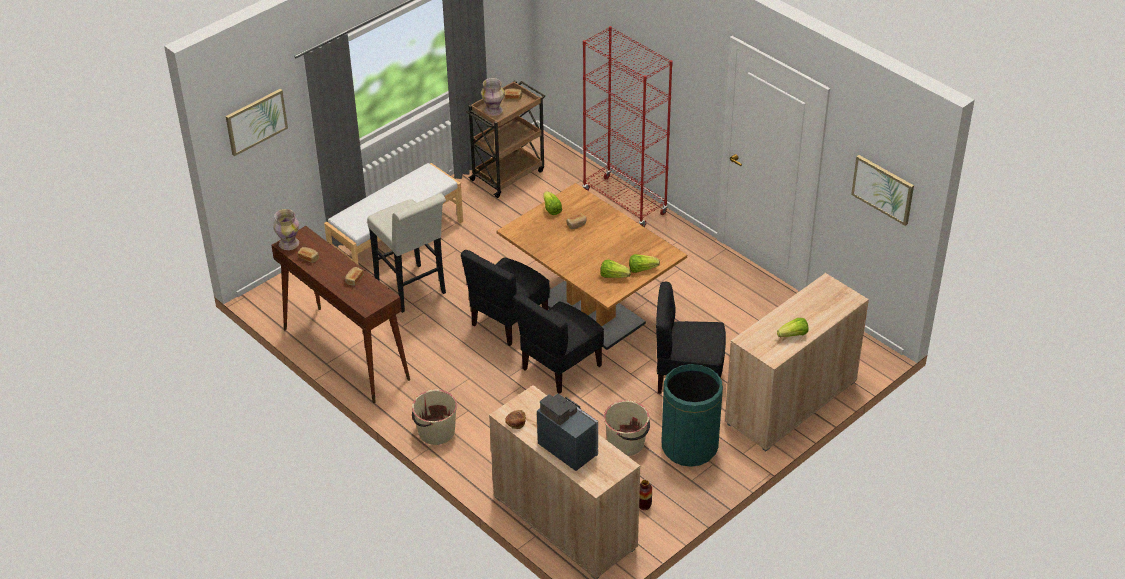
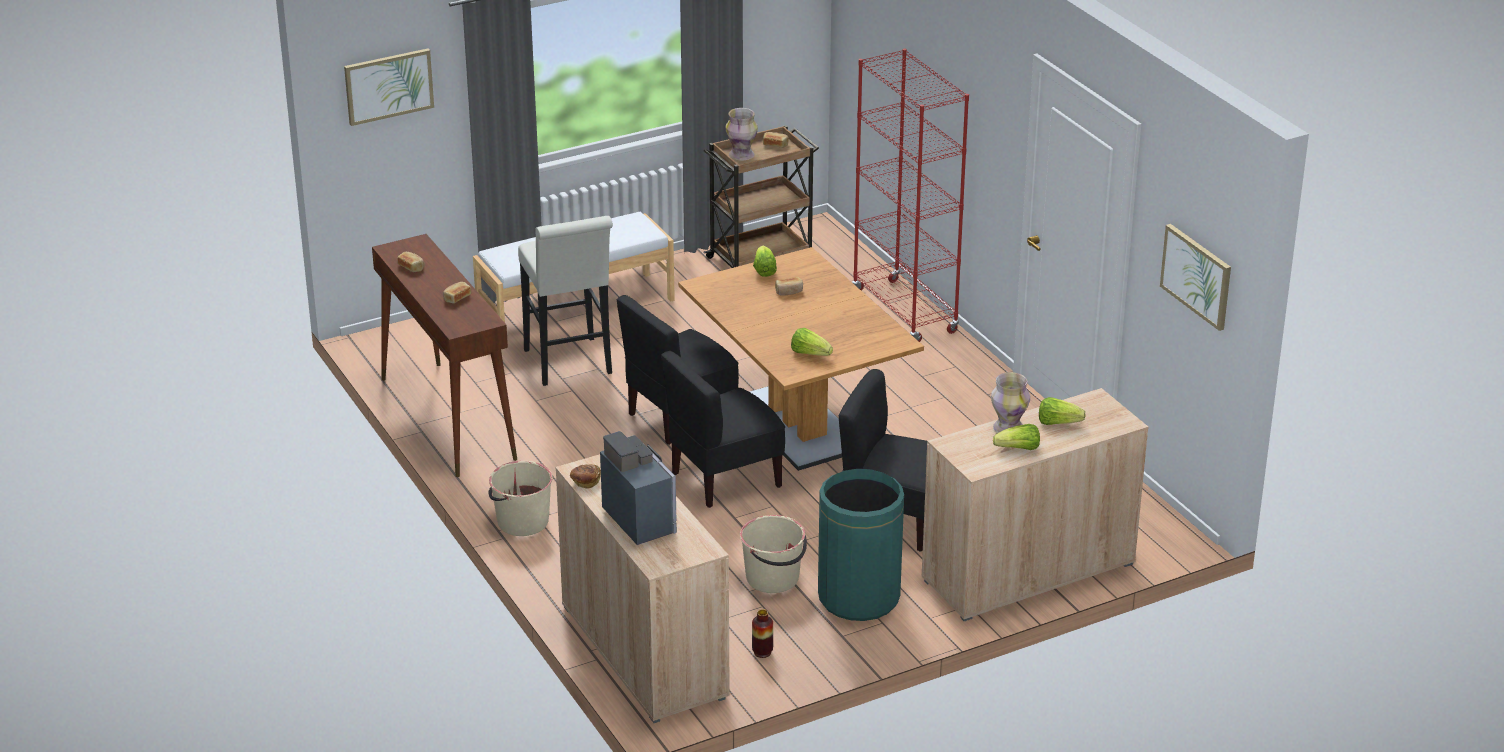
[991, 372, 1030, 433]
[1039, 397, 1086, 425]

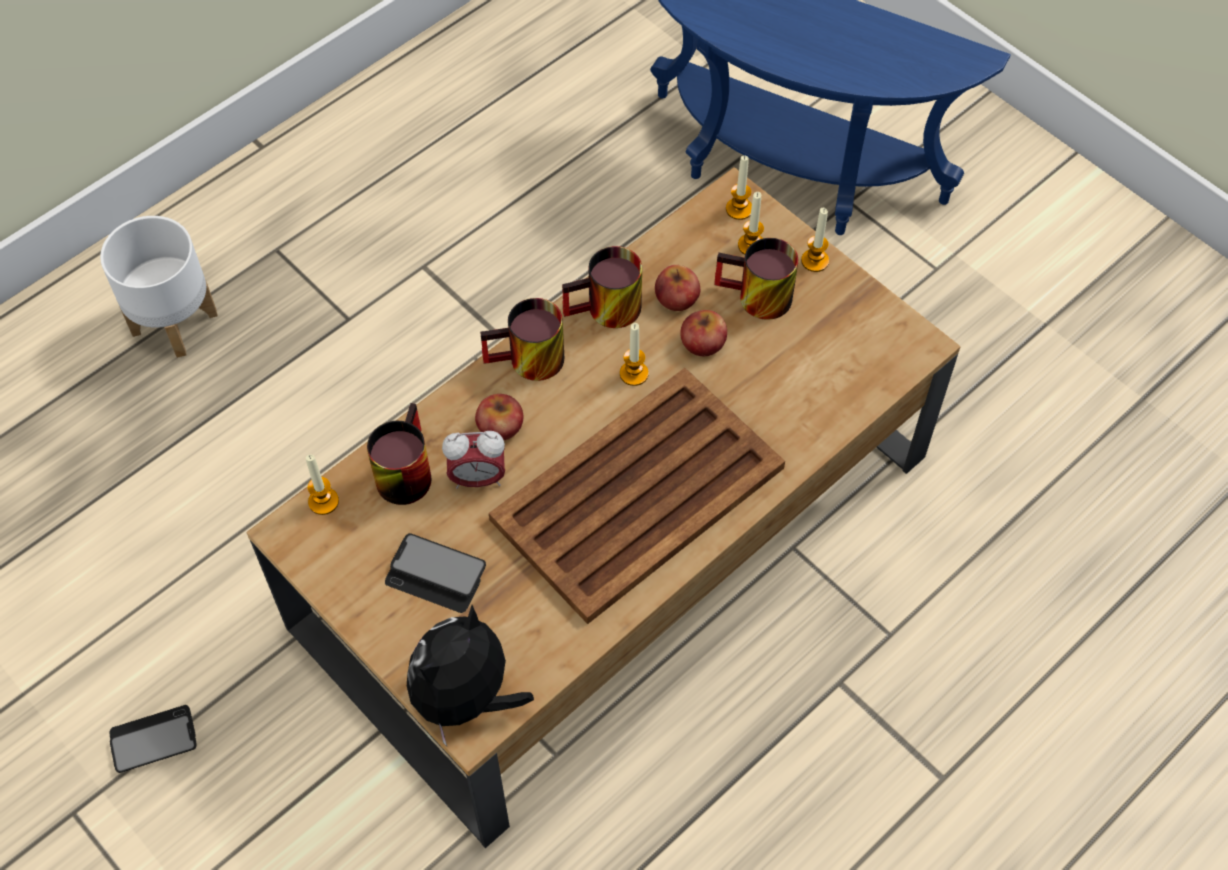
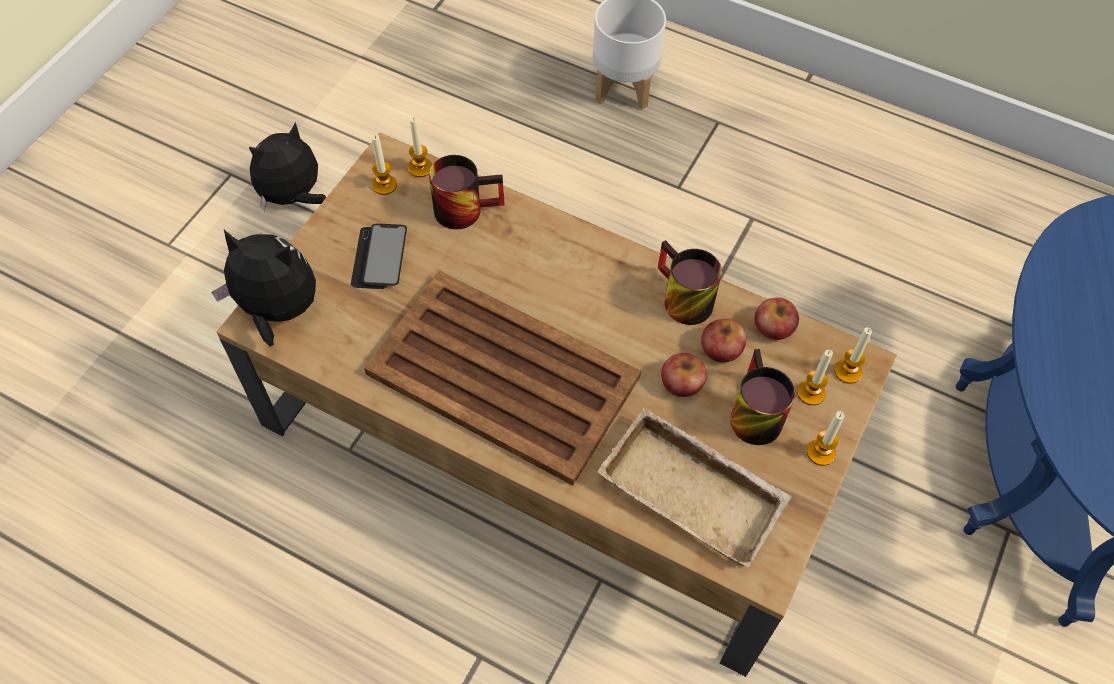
[480, 298, 564, 381] (first image)
[372, 135, 397, 195]
[755, 298, 799, 340]
[442, 431, 505, 489] (first image)
[249, 122, 326, 212]
[597, 407, 792, 568]

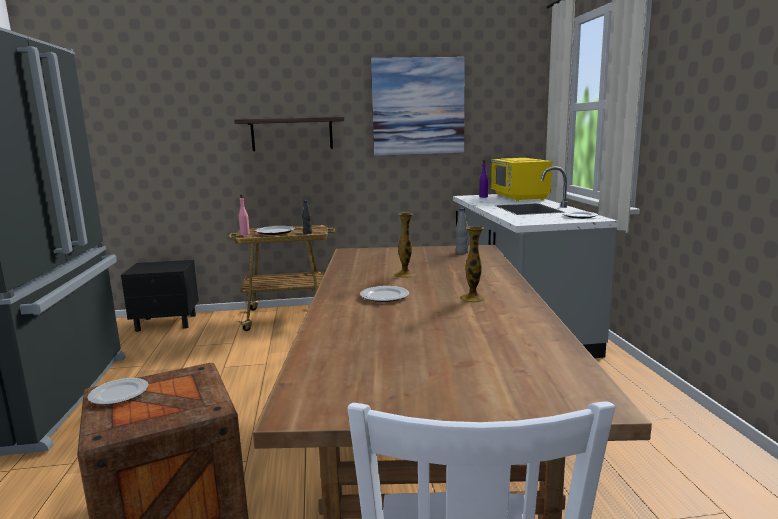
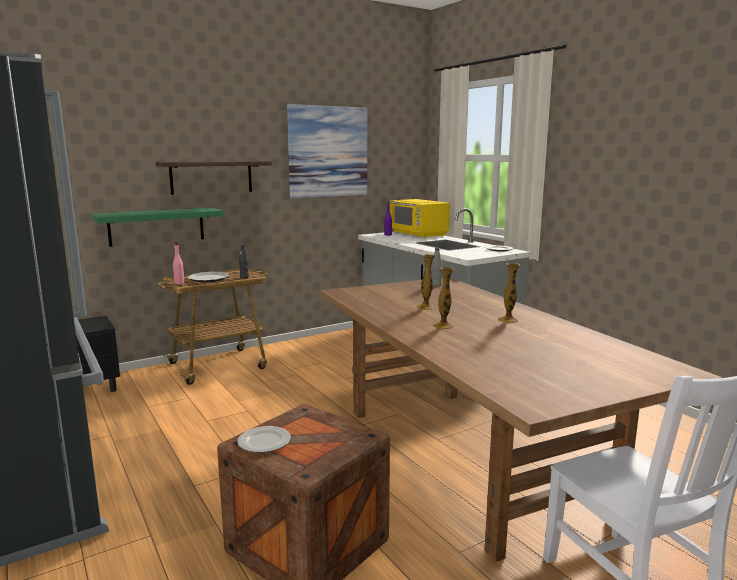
[433, 267, 454, 329]
[92, 208, 224, 247]

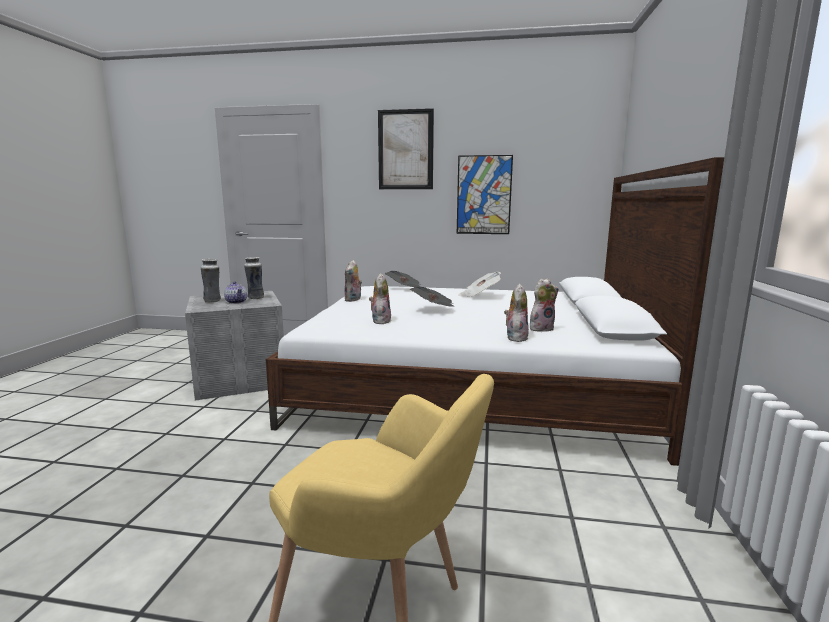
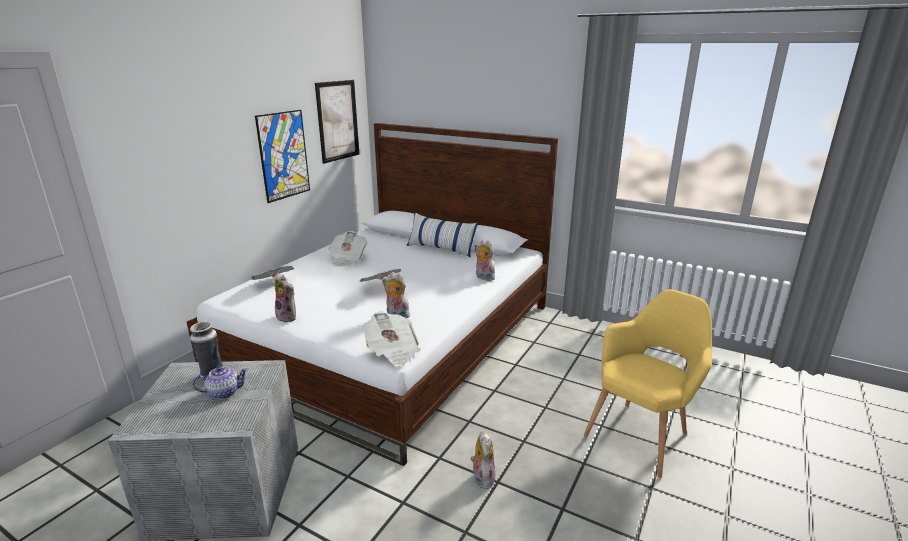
[315, 80, 359, 164]
[201, 259, 221, 303] (first image)
[471, 431, 495, 489]
[407, 213, 478, 257]
[364, 311, 421, 367]

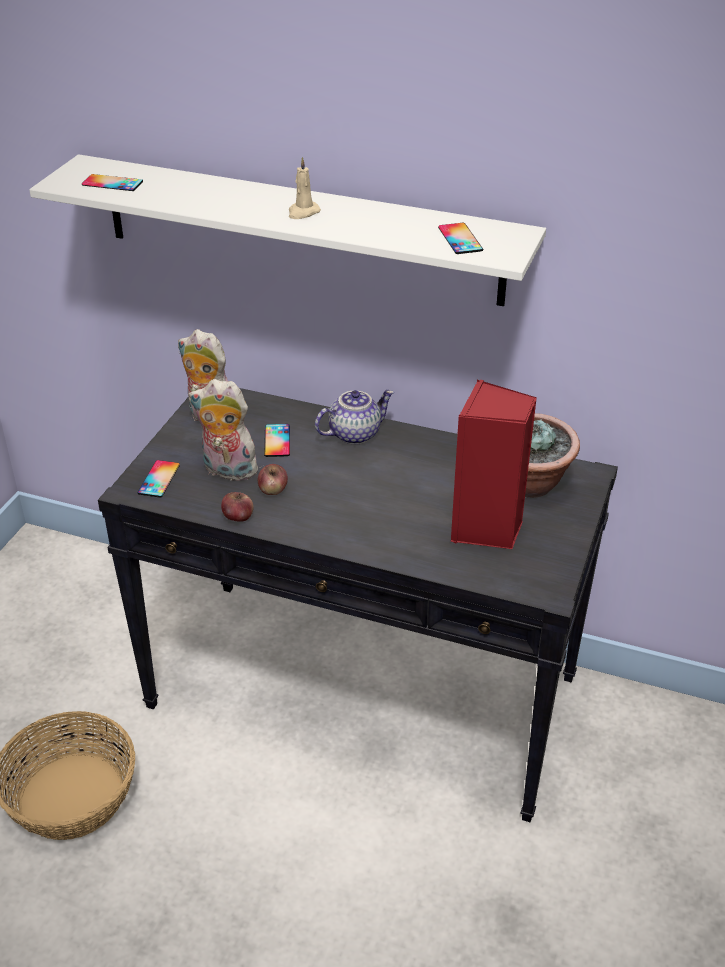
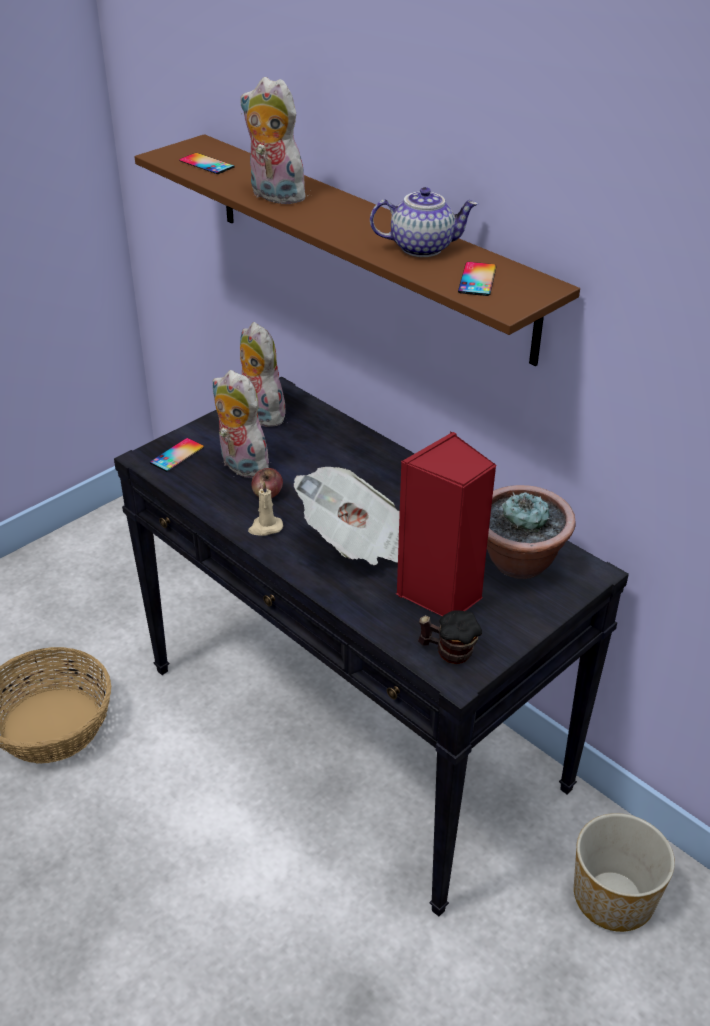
[135, 134, 580, 366]
[248, 482, 283, 536]
[370, 187, 478, 257]
[264, 424, 290, 457] (first image)
[221, 492, 253, 522] (first image)
[240, 77, 308, 204]
[294, 467, 400, 565]
[418, 610, 482, 664]
[574, 813, 675, 932]

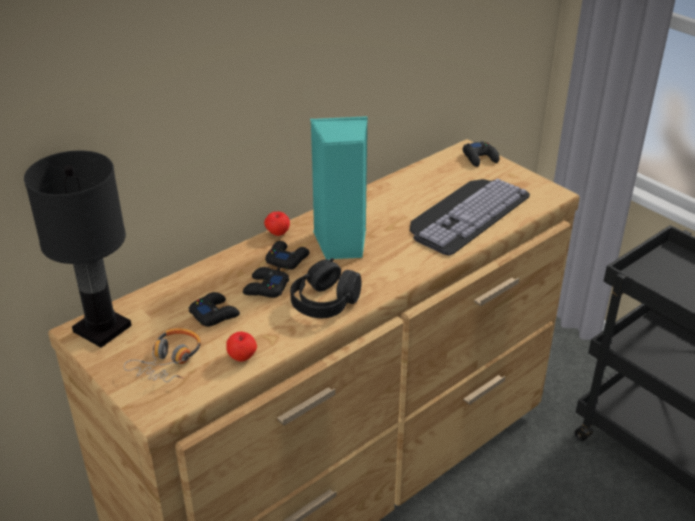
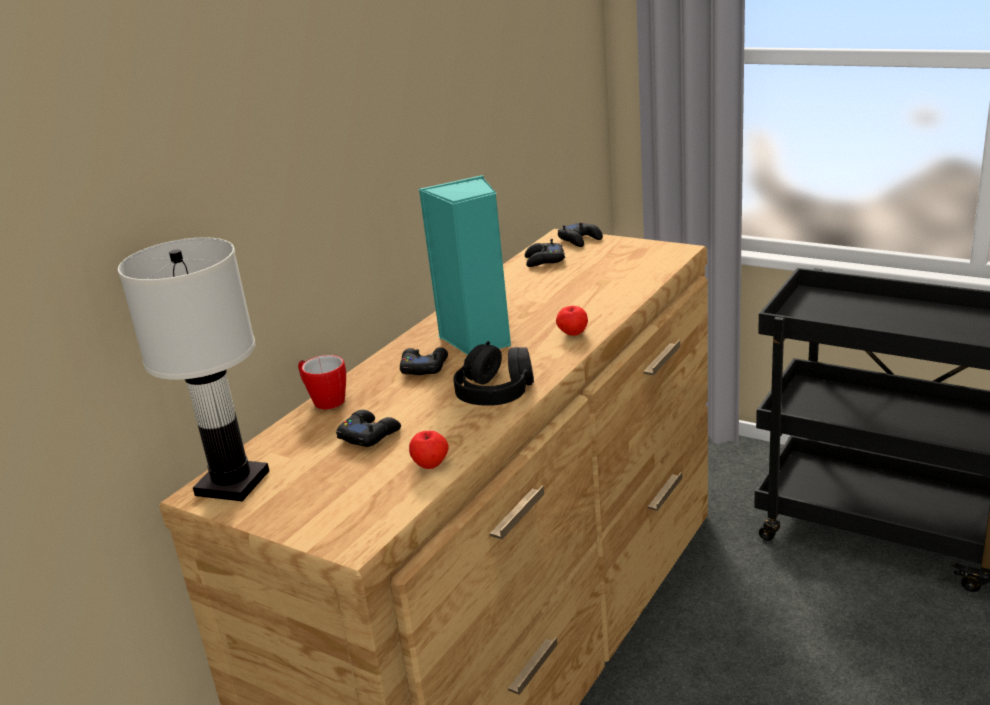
[118, 237, 269, 501]
[410, 178, 530, 255] (first image)
[556, 306, 588, 336]
[525, 239, 565, 267]
[124, 328, 201, 382] (first image)
[298, 355, 346, 410]

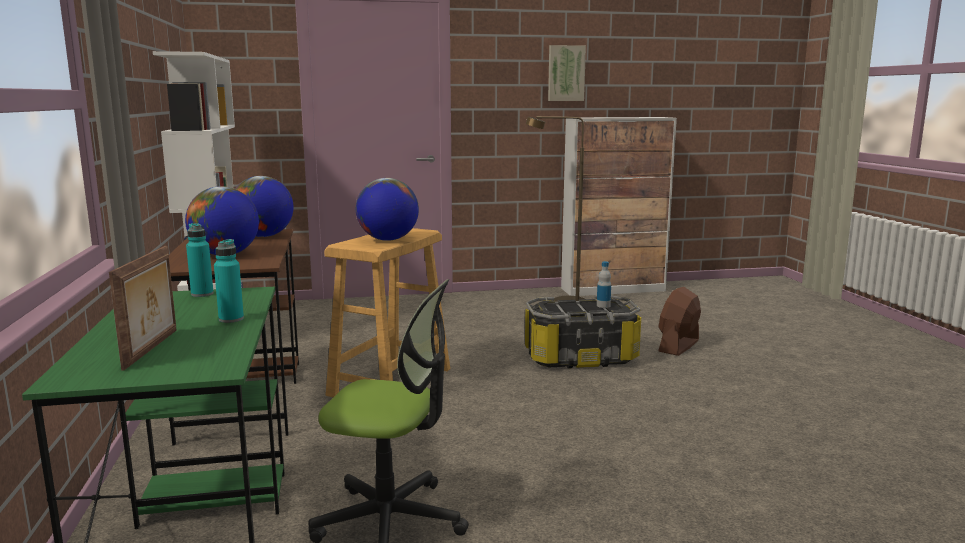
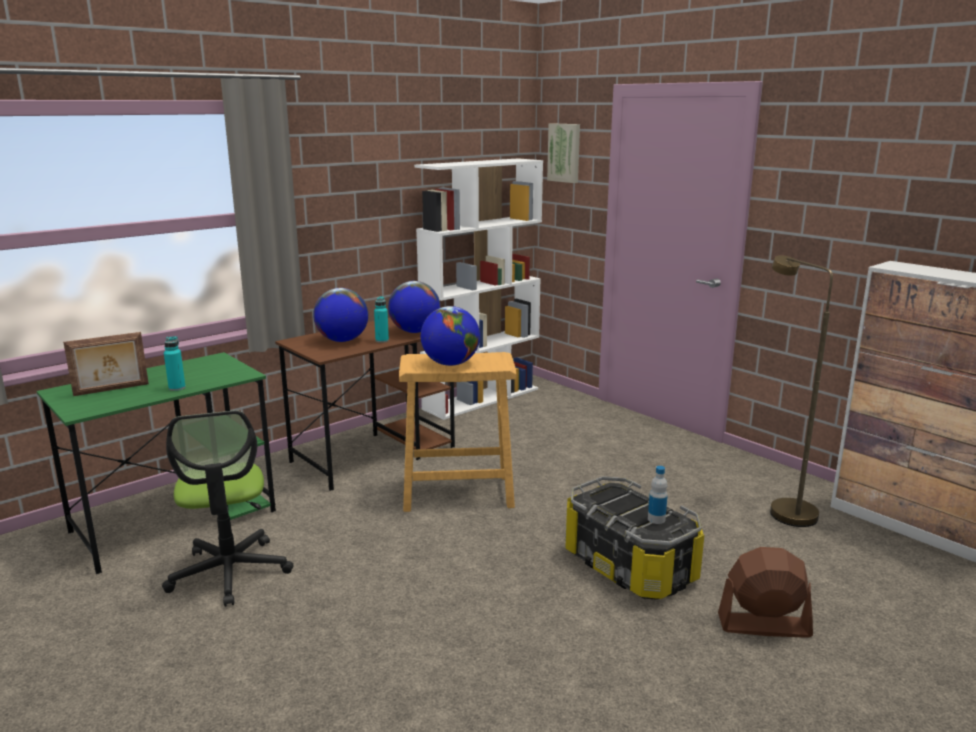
[547, 123, 580, 183]
[374, 296, 389, 343]

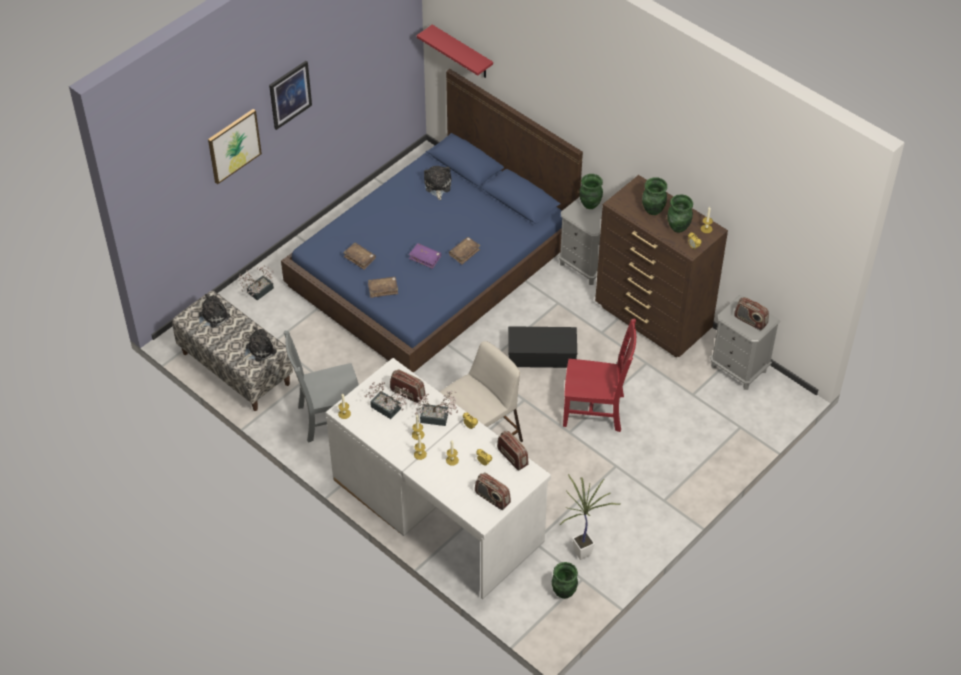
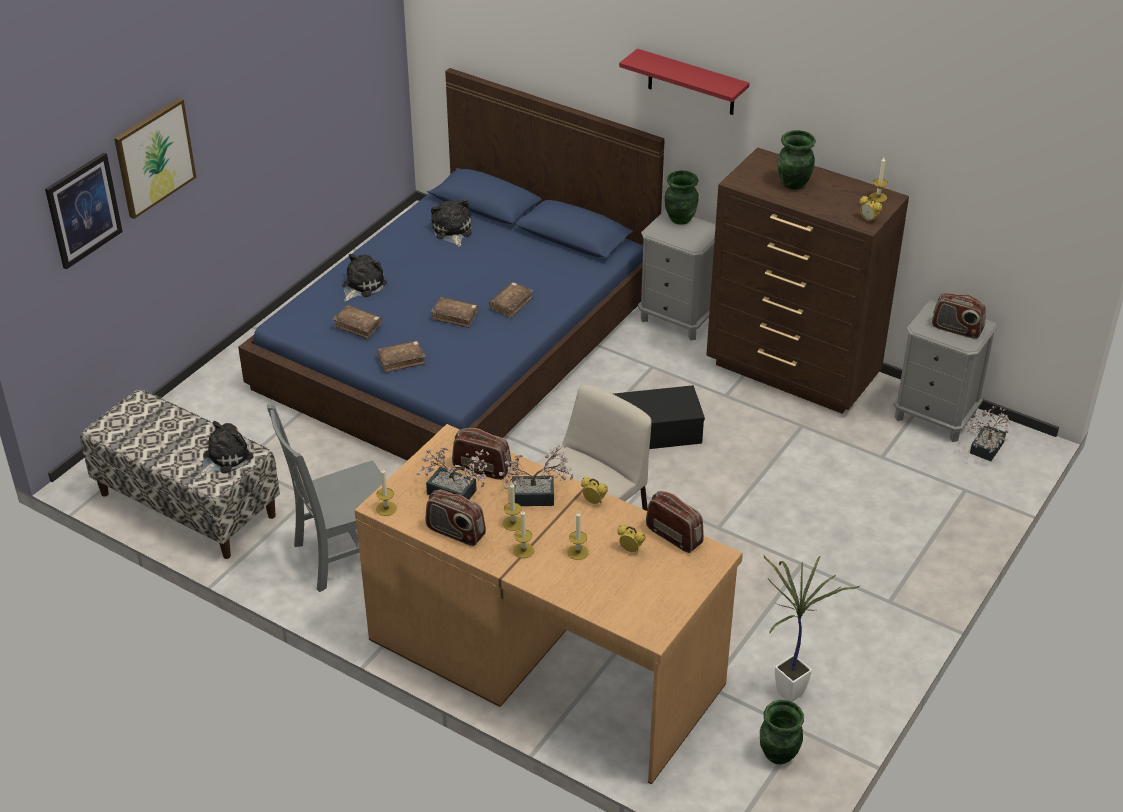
[619, 49, 749, 115]
[45, 153, 123, 269]
[667, 194, 693, 233] (first image)
[431, 297, 478, 328]
[967, 406, 1010, 461]
[342, 254, 387, 301]
[563, 318, 636, 432] (first image)
[355, 424, 743, 784]
[425, 489, 486, 546]

